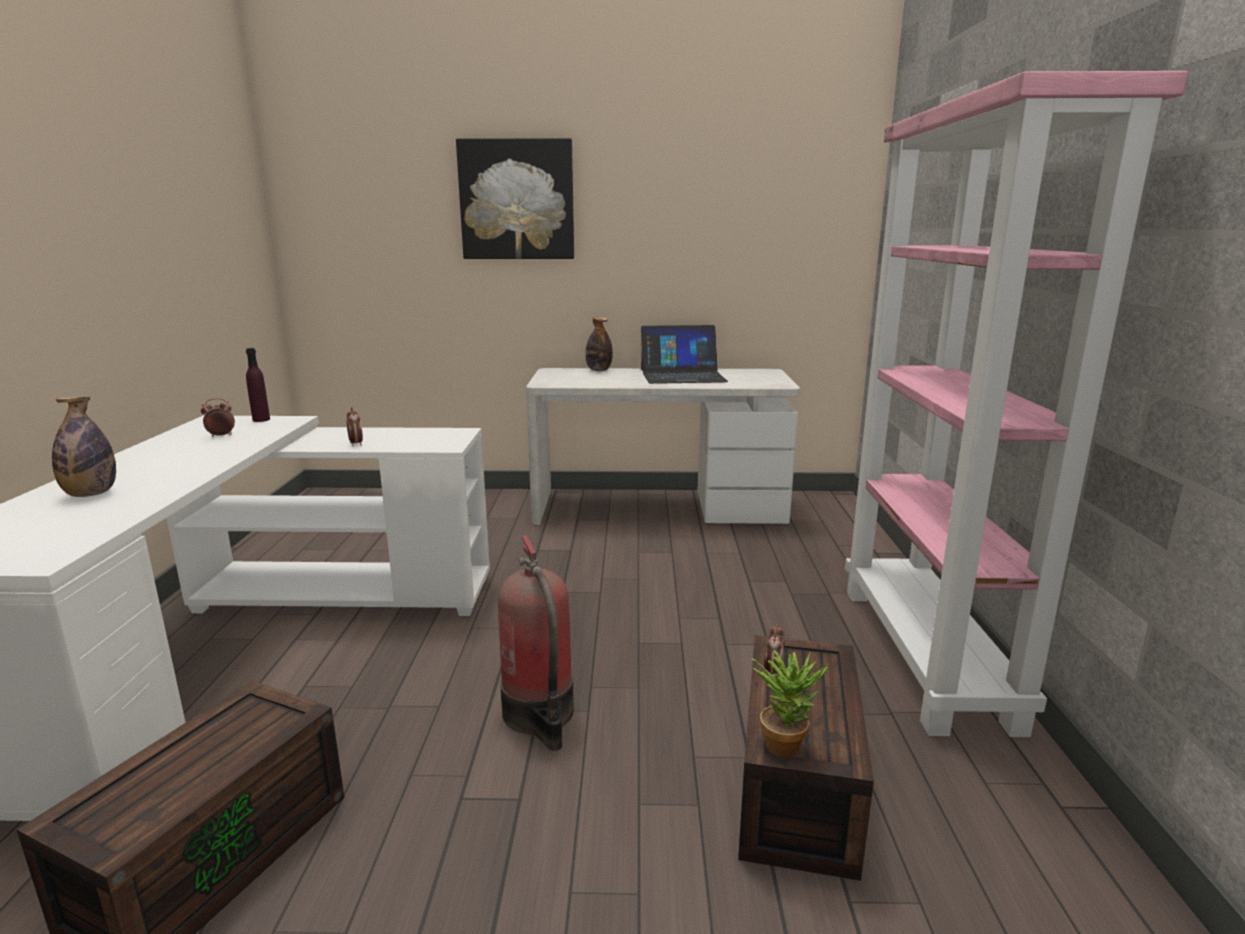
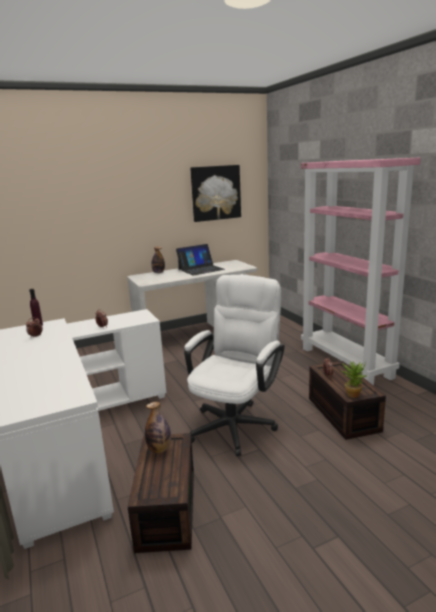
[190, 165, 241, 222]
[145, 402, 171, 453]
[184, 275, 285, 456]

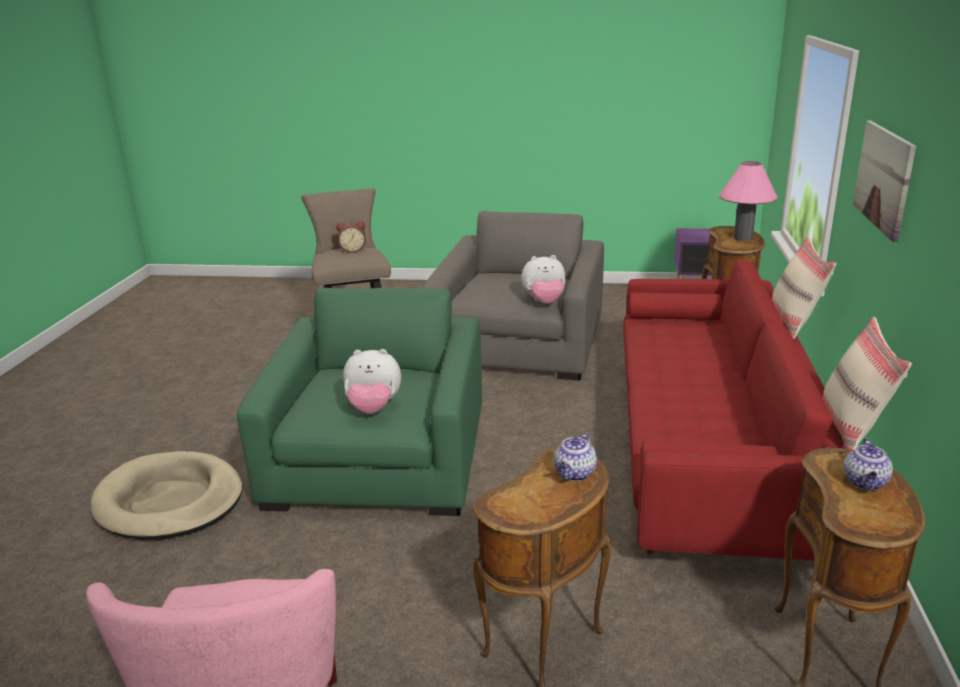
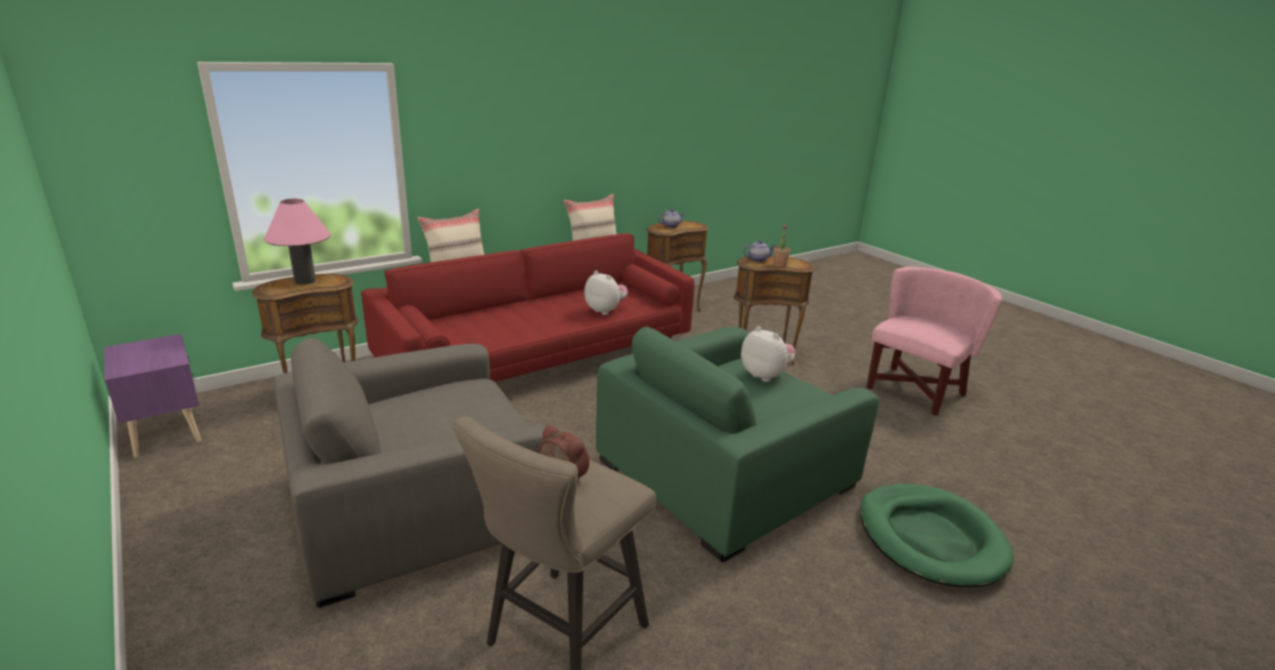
[853, 121, 916, 242] (first image)
[584, 271, 628, 315]
[860, 484, 1014, 587]
[773, 224, 790, 267]

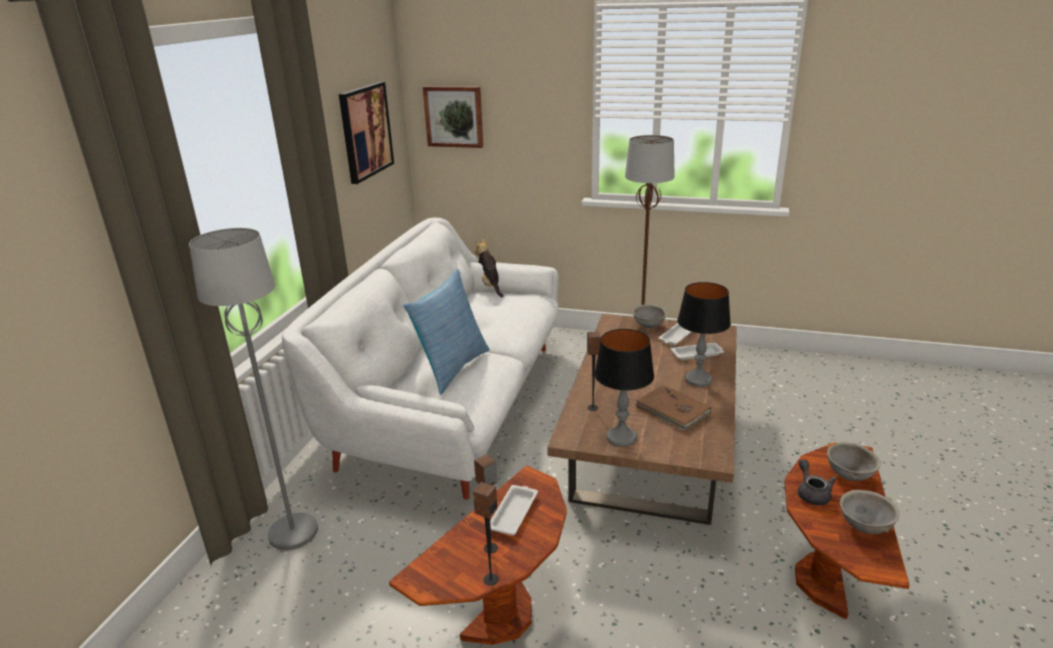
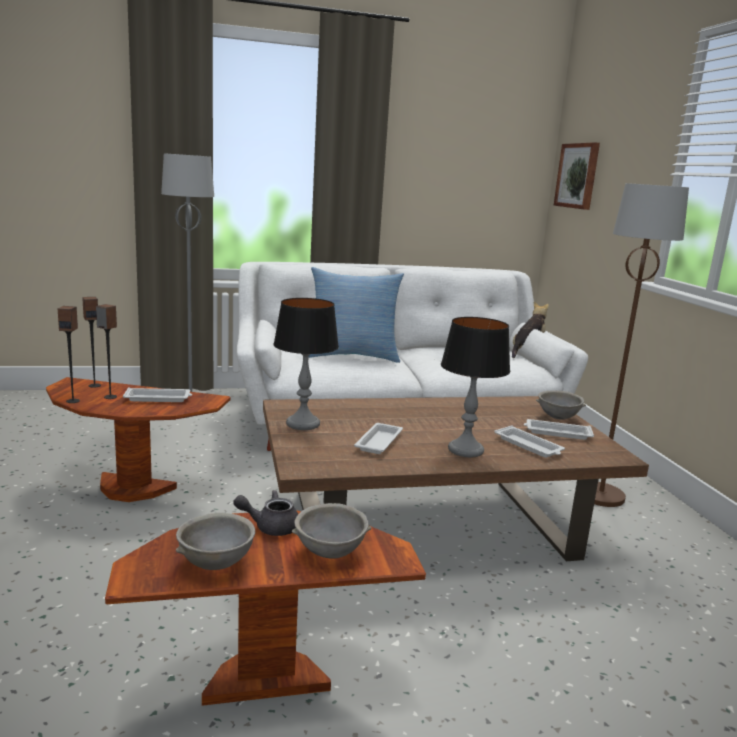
[339, 82, 394, 184] (first image)
[82, 297, 101, 388]
[354, 423, 403, 454]
[233, 490, 298, 536]

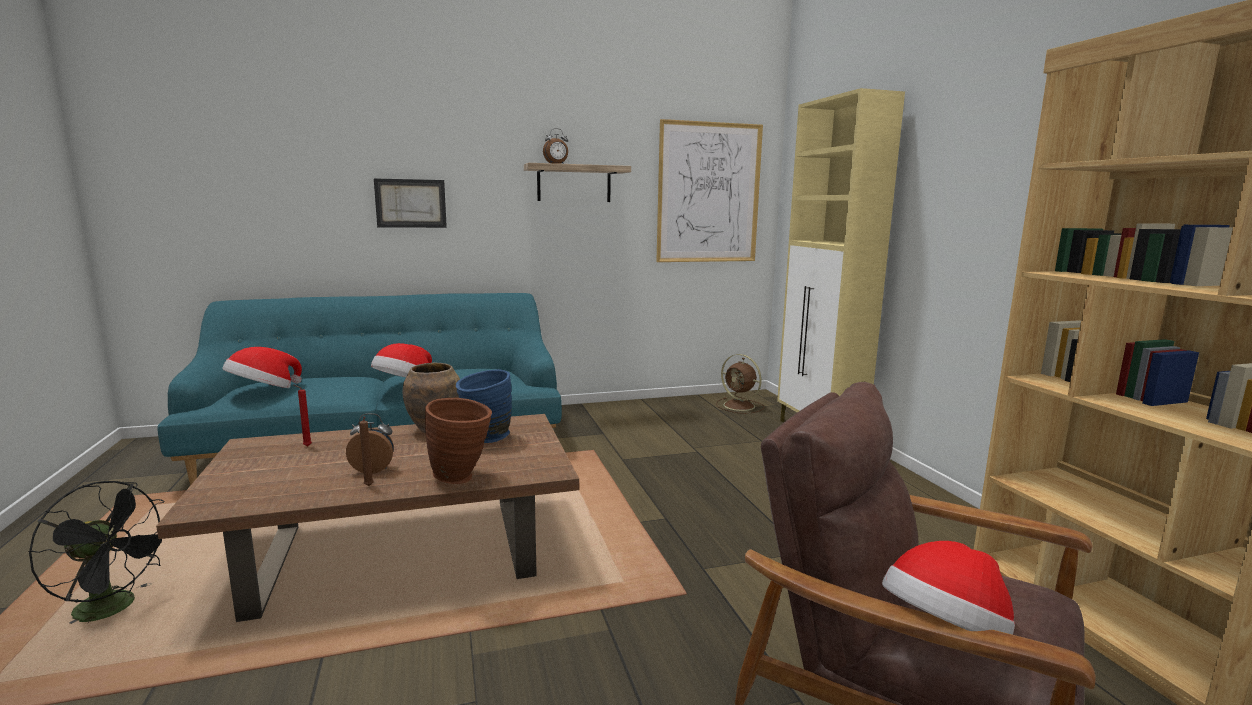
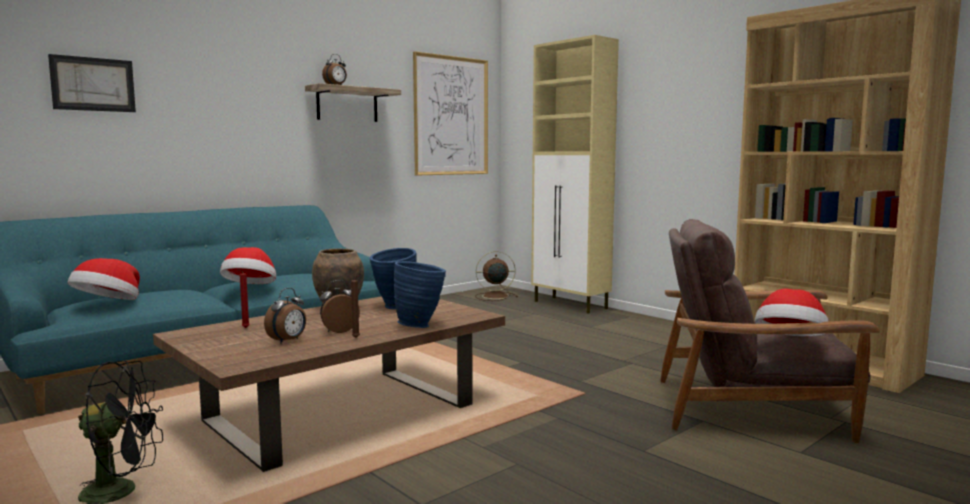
[48, 54, 136, 112]
[475, 251, 518, 301]
[394, 261, 446, 328]
[264, 288, 306, 344]

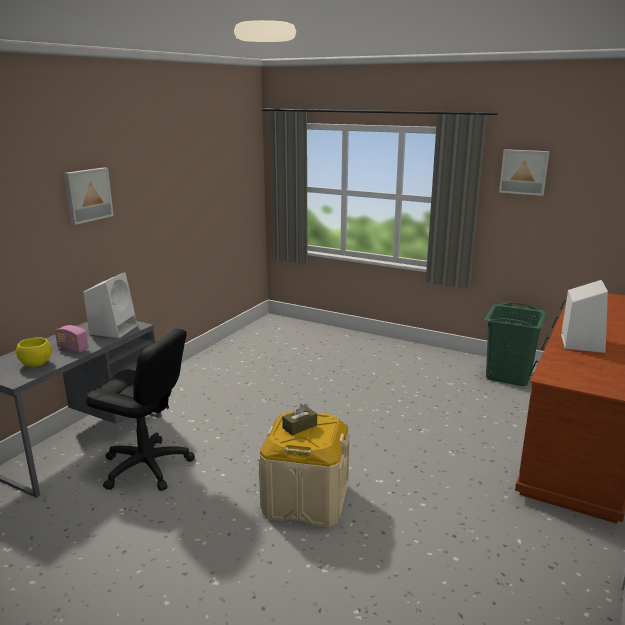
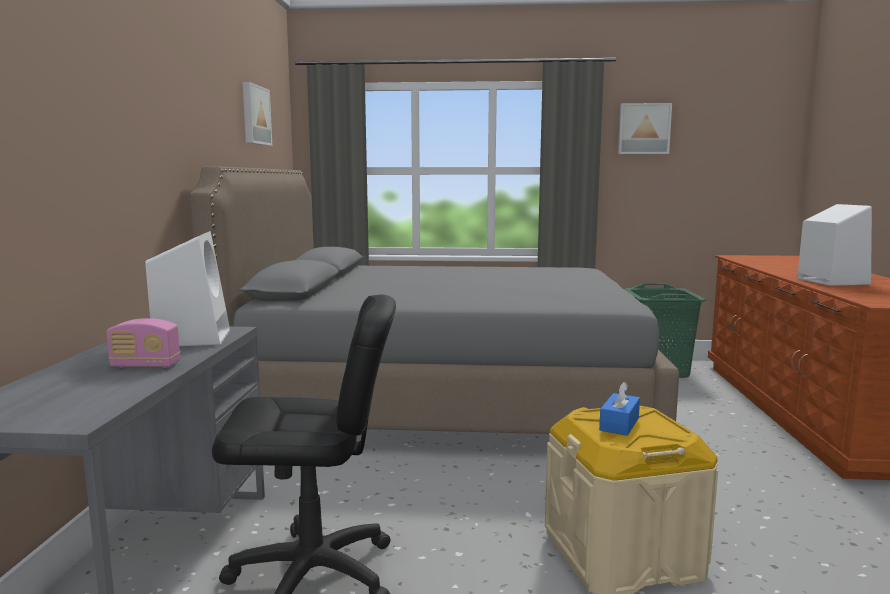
[243, 82, 272, 146]
[16, 337, 52, 367] (first image)
[599, 382, 640, 436]
[190, 166, 679, 434]

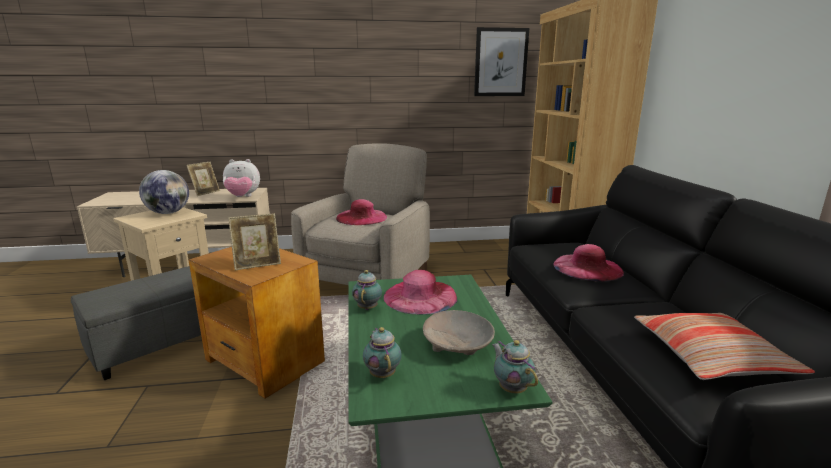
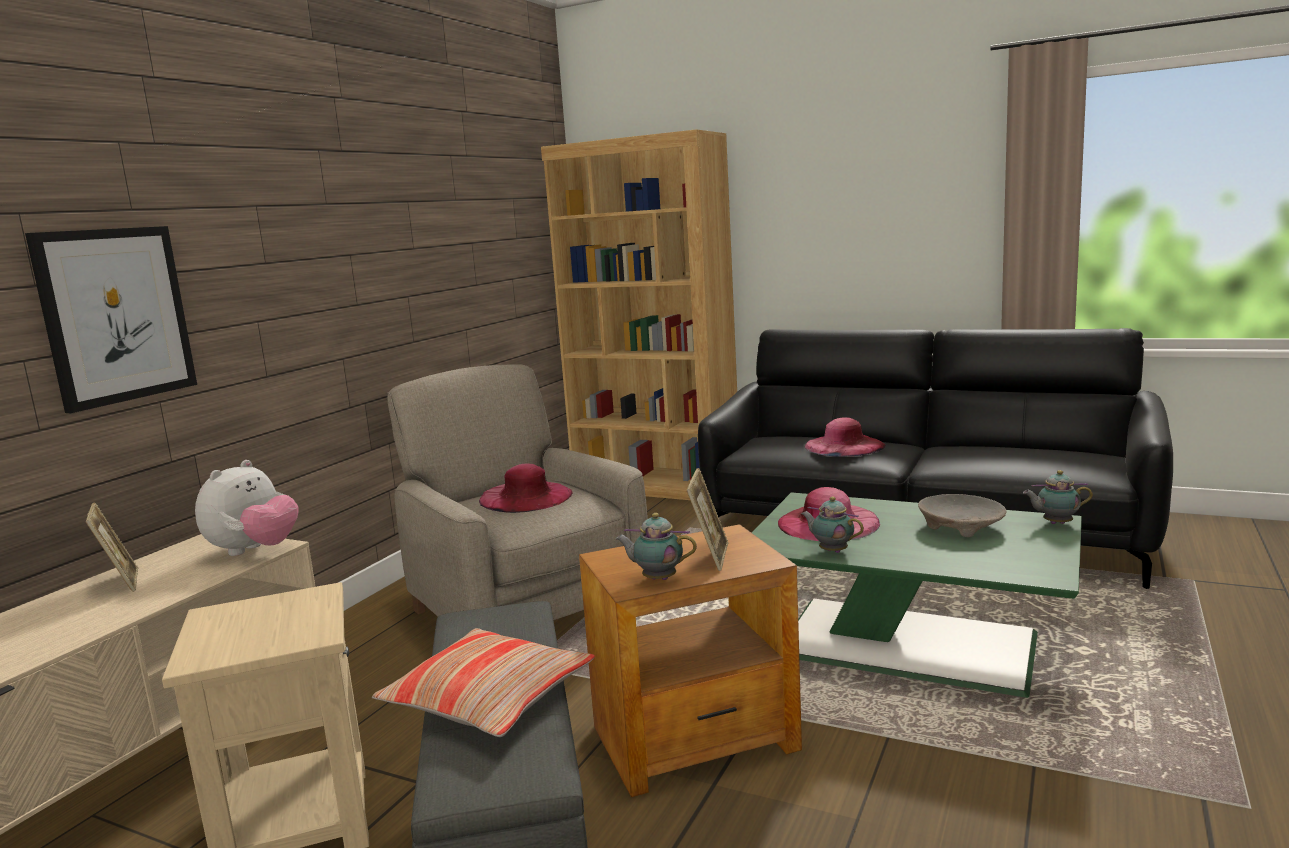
[25, 226, 197, 413]
[139, 170, 189, 214] (first image)
[372, 628, 595, 737]
[616, 513, 697, 580]

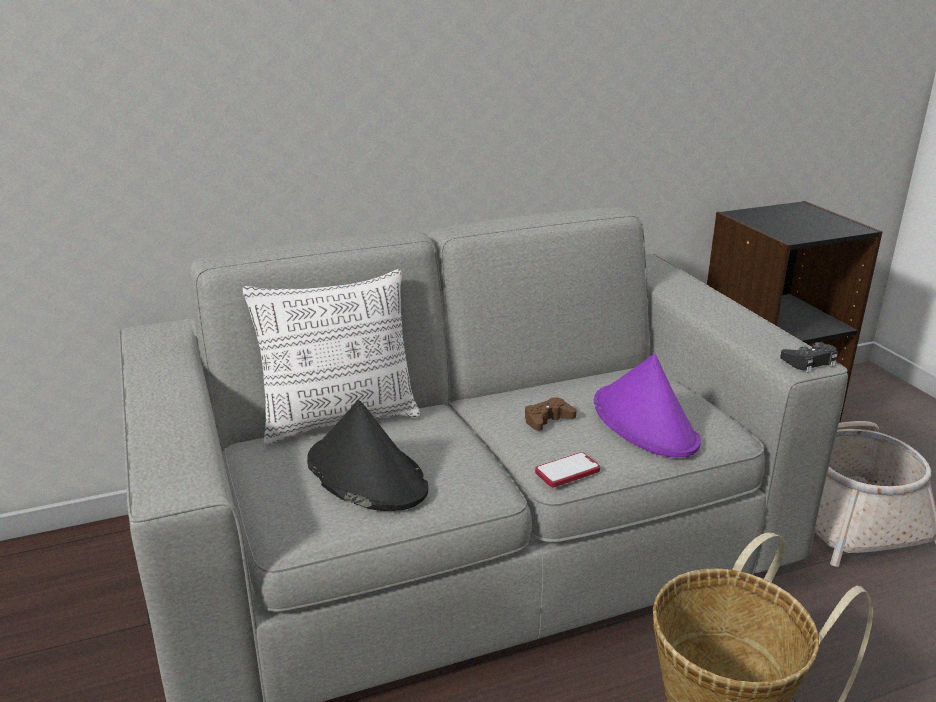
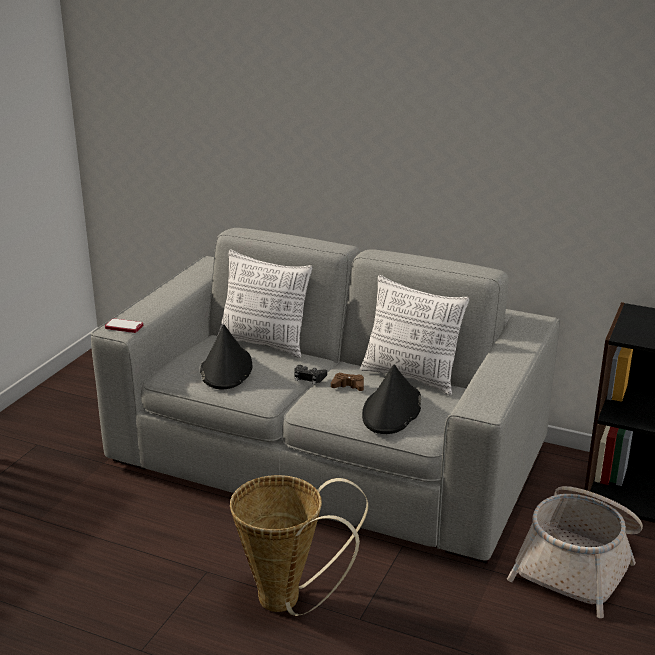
[294, 365, 327, 384]
[362, 365, 421, 434]
[105, 318, 143, 333]
[360, 275, 469, 396]

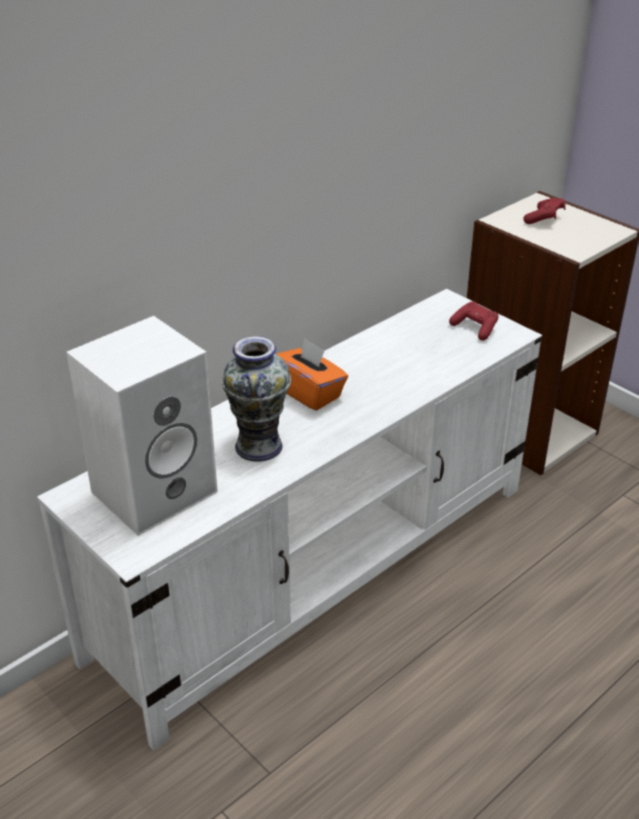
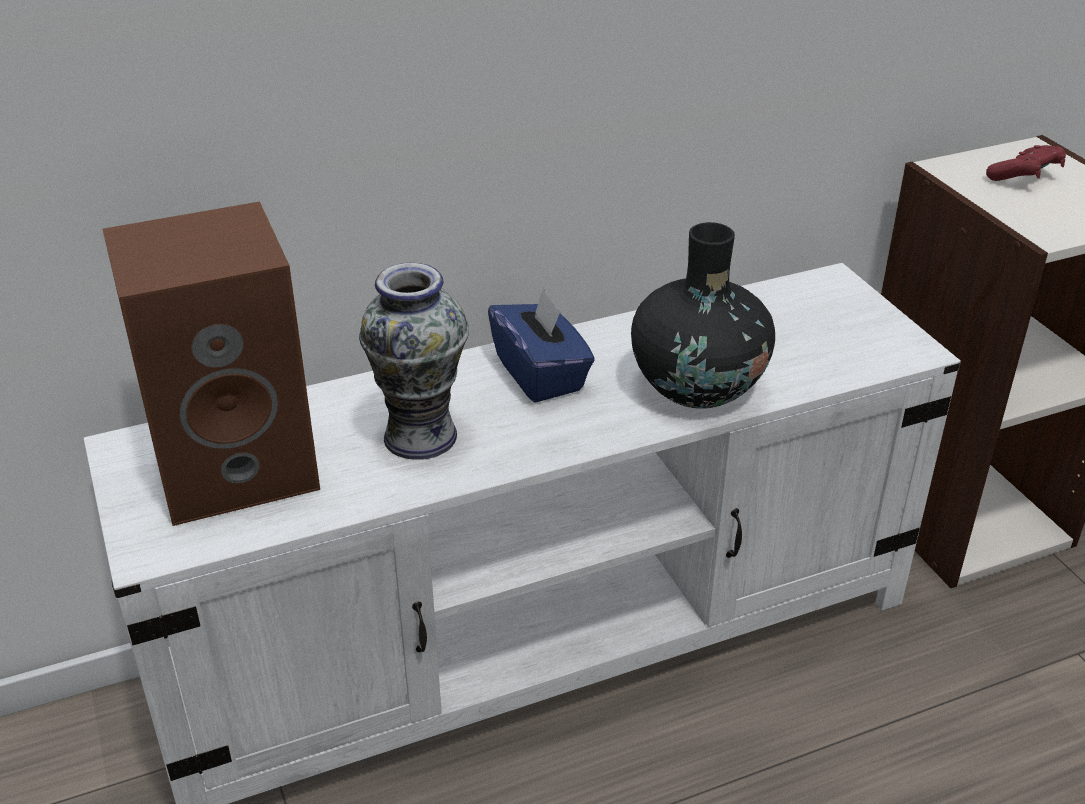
[449, 301, 498, 341] (first image)
[102, 201, 320, 526]
[488, 288, 595, 403]
[631, 222, 775, 409]

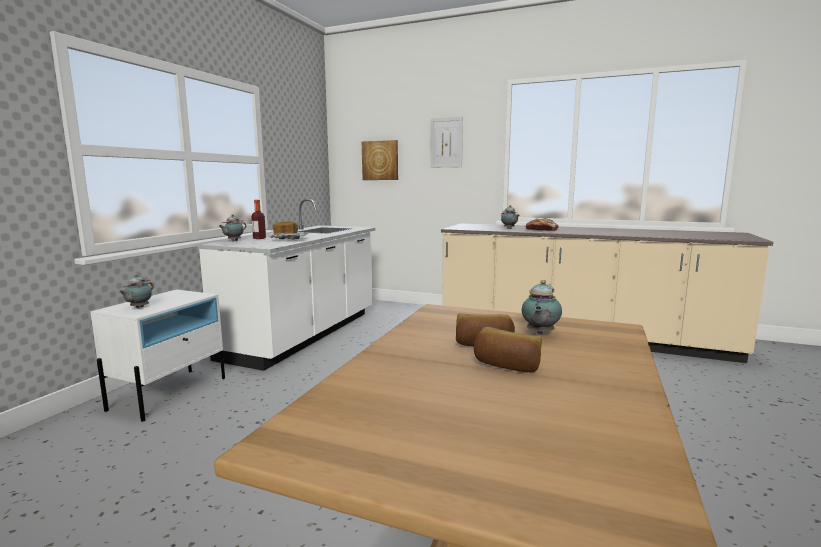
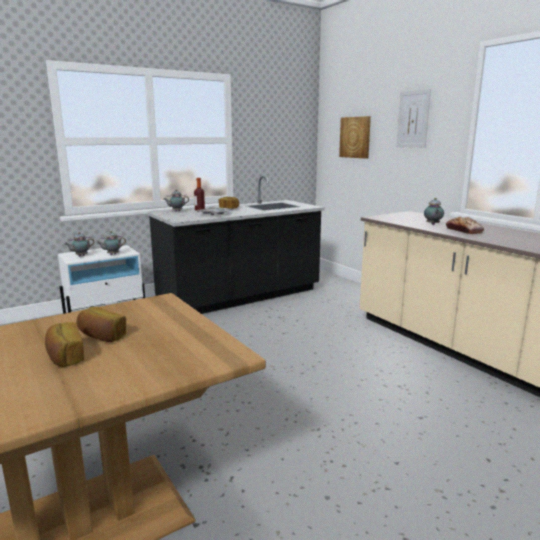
[148, 176, 325, 314]
[97, 231, 126, 255]

